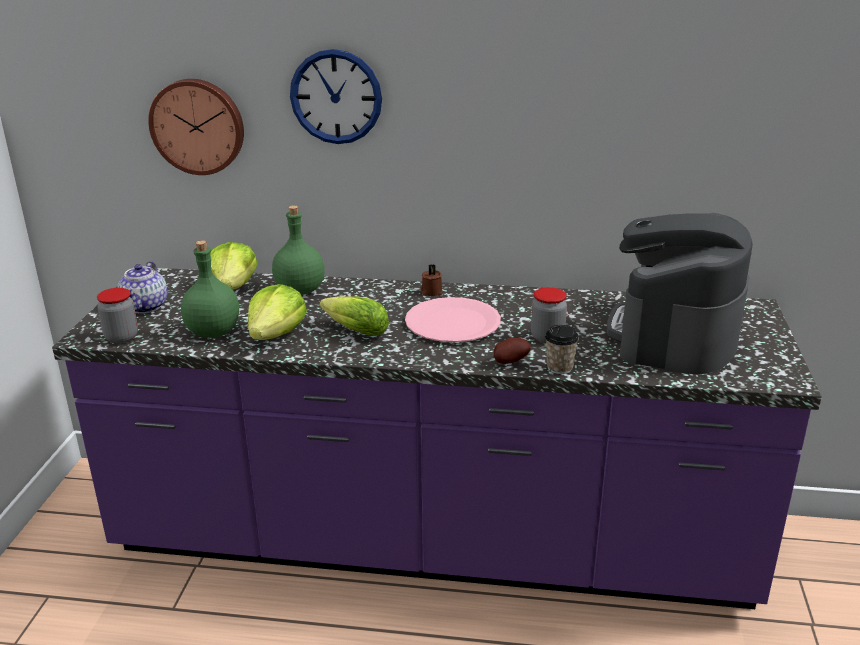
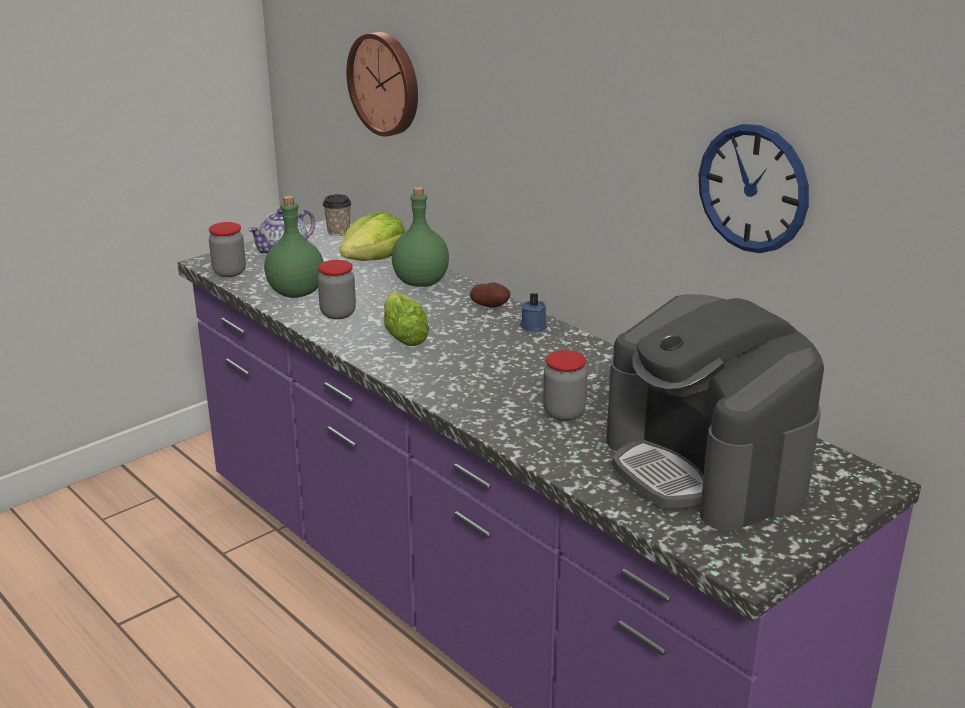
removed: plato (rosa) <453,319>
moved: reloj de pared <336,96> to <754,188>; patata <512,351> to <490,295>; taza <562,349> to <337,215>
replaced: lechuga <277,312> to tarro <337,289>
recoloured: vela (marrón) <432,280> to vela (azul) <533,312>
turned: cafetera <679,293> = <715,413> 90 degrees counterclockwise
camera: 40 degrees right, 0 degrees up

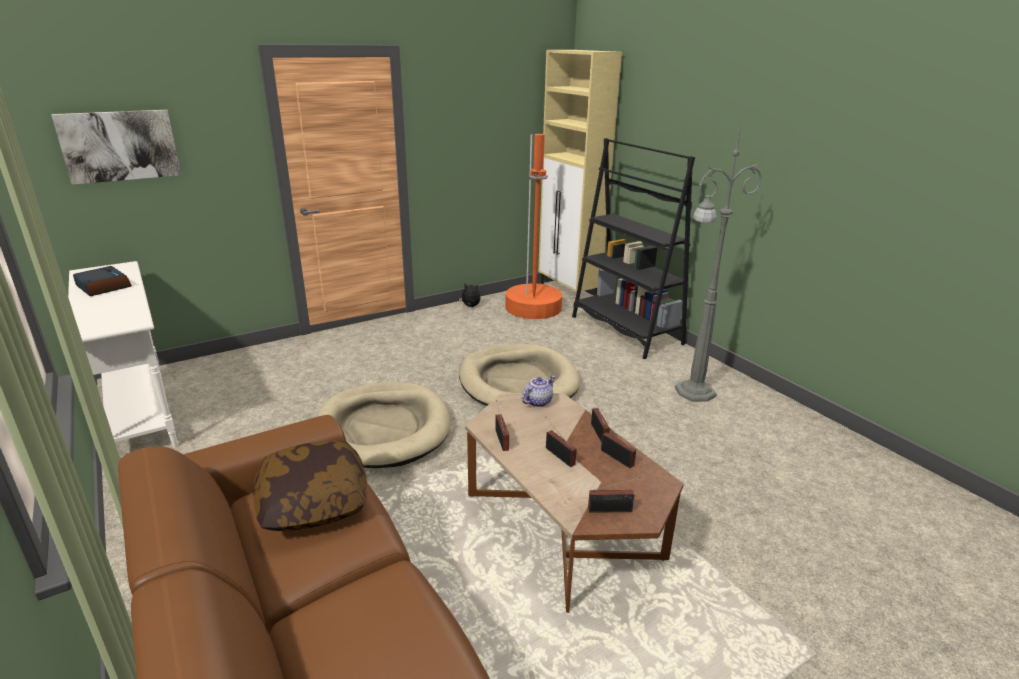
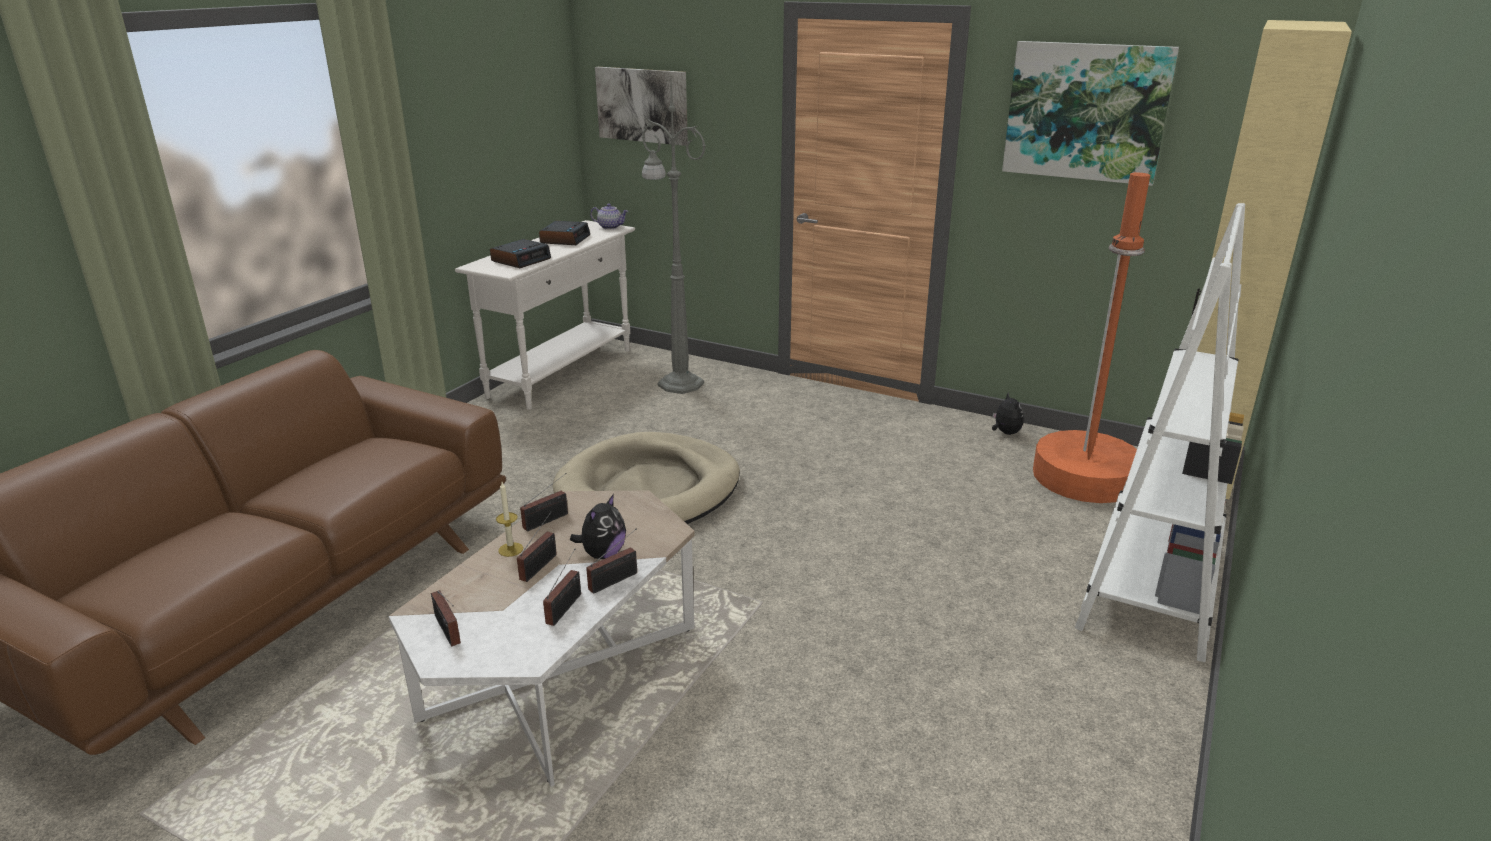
removed: cojín <310,486>; cama para perro (beis) <519,375>
added: despertador <520,253>; vela <509,519>; peluche <598,526>; cuadro <1090,113>
moved: tetera <539,391> to <609,216>; lámpara de pie (gris) <718,261> to <674,238>
recoloured: mesa de centro (marrón) <574,503> to mesa de centro (blanco) <542,638>; estantería (negro) <633,248> to estantería (blanco) <1160,432>
camera: 60 degrees right, 0 degrees up

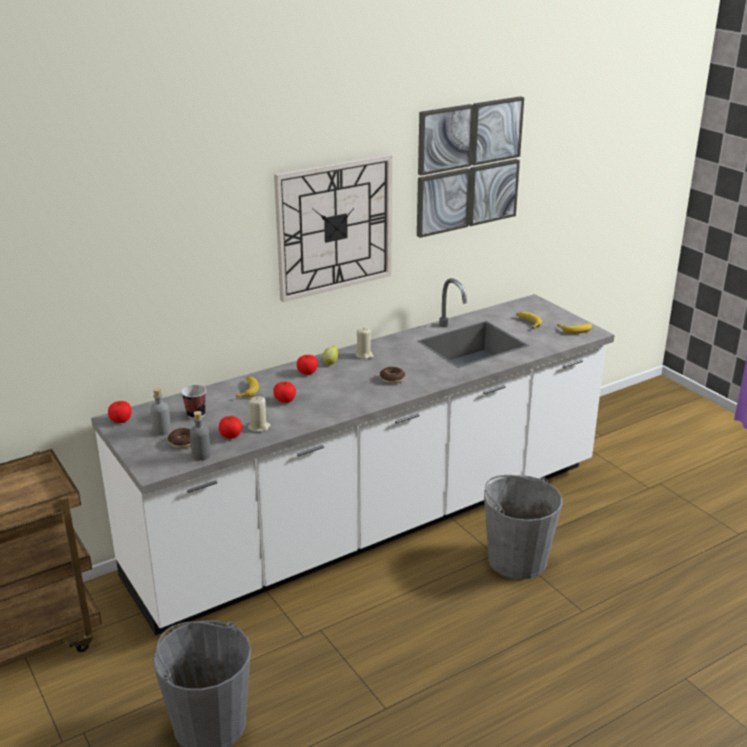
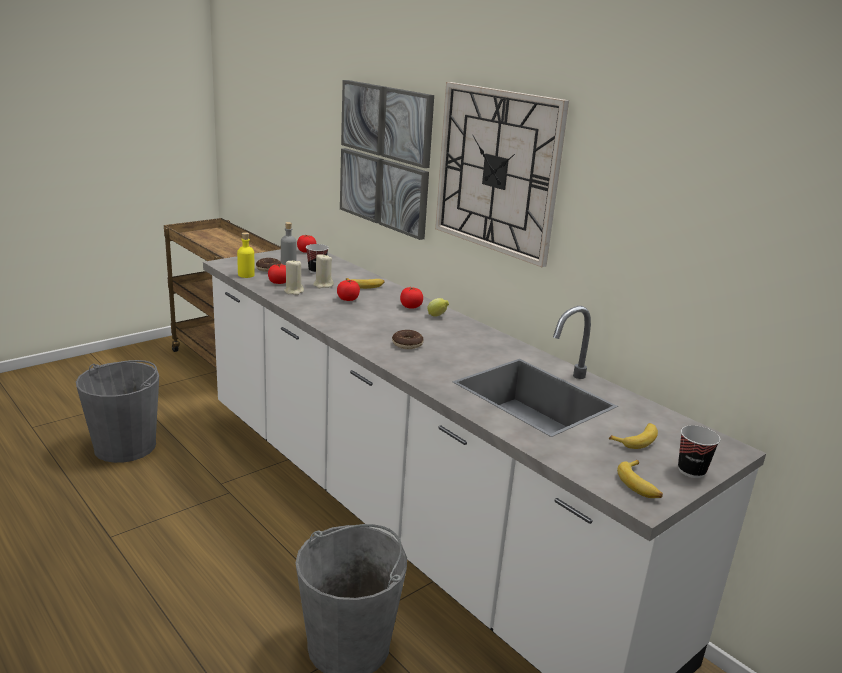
added: taza <699,451>
moved: vela (beis) <364,344> to <323,271>; cuadro <470,167> to <387,160>
recoloured: botella (gris) <200,435> to botella (amarillo) <246,255>
camera: 80 degrees right, 5 degrees down

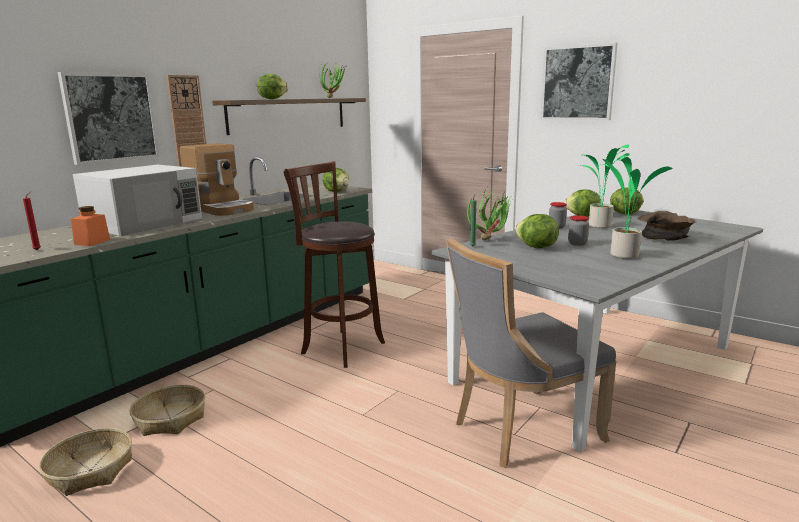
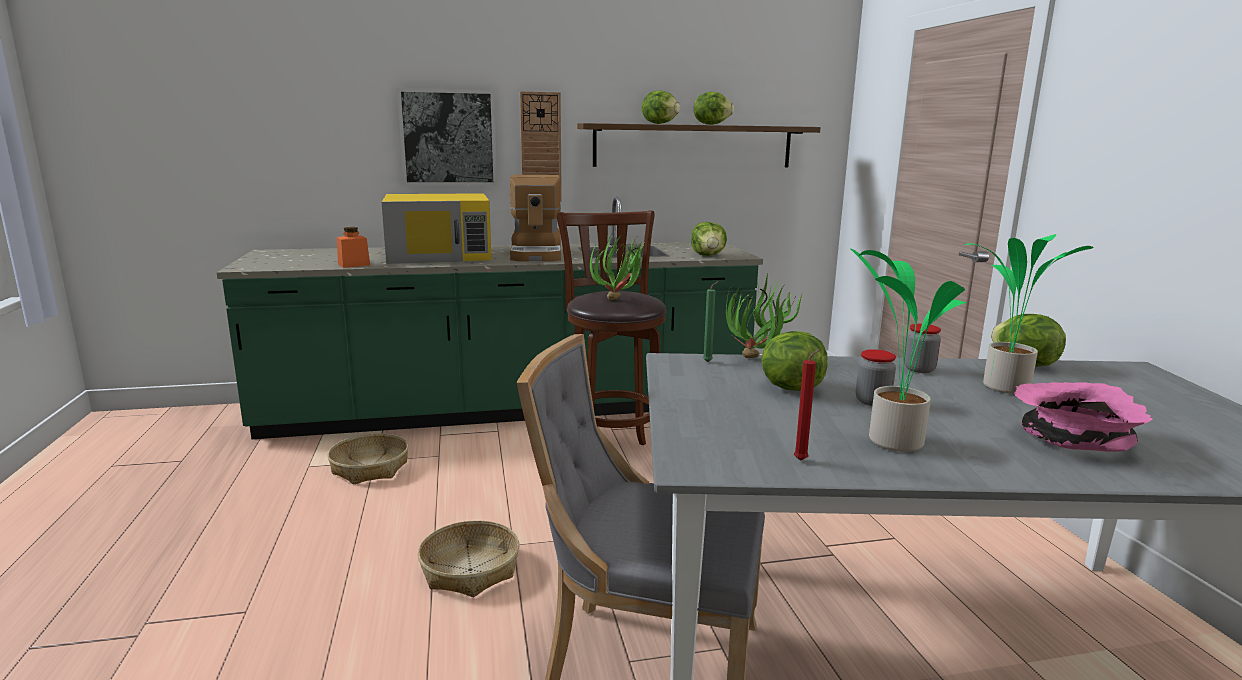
removed: cuadro <579,81>
moved: vela (rojo) <32,220> to <807,405>; cesta <85,462> to <468,558>; planta en maceta <332,81> to <618,266>; lechuga <627,200> to <714,108>
recoloured: microondas (blanco) <137,200> to microondas (amarillo) <436,228>; cuenco (marrón) <666,225> to cuenco (rosa) <1083,417>
camera: 40 degrees right, 0 degrees up

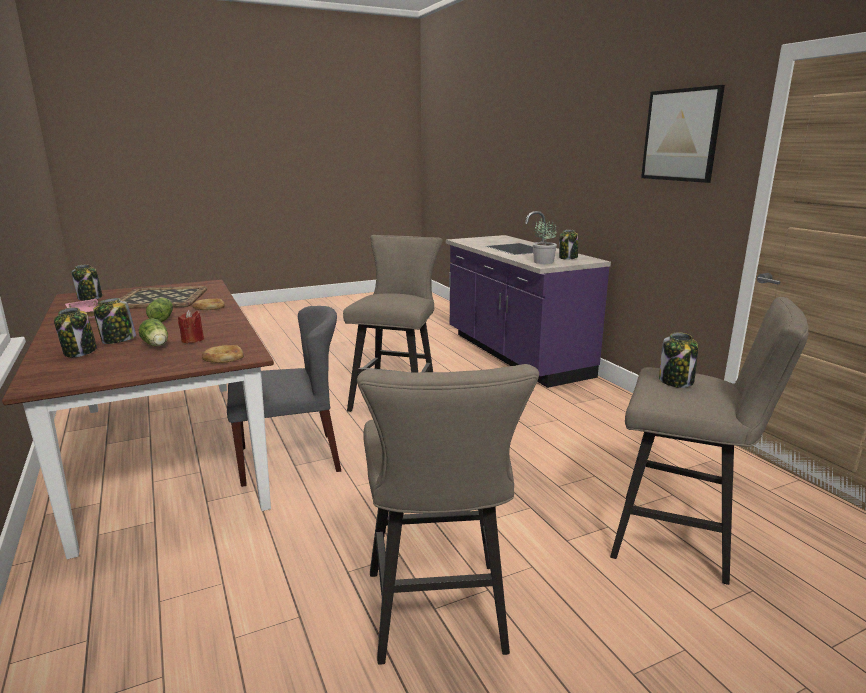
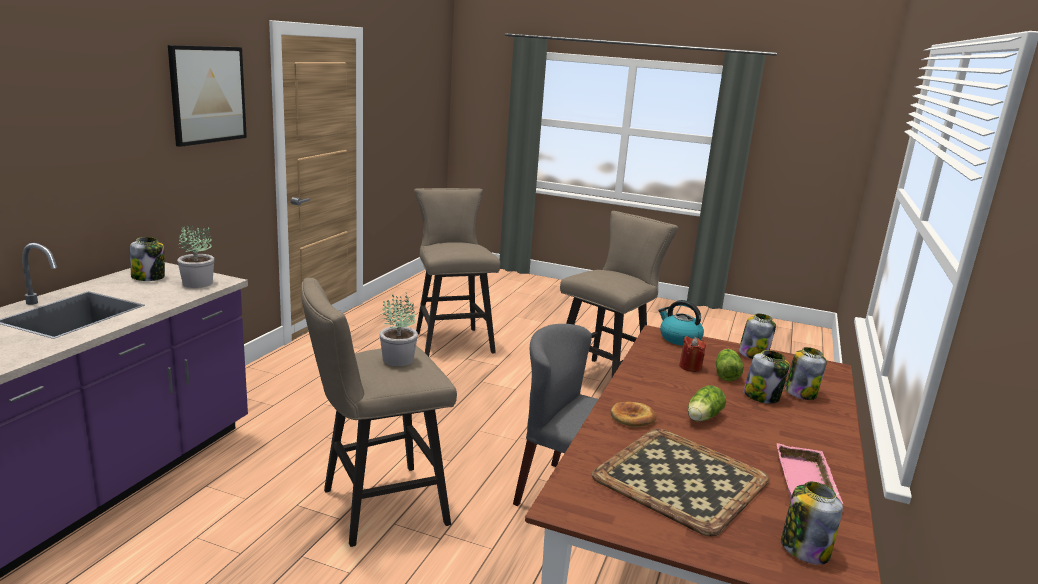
added: planta en maceta <399,329>
moved: tarro <678,360> to <757,336>
replaced: pan <223,354> to hervidor <681,323>
camera: 135 degrees left, 0 degrees up

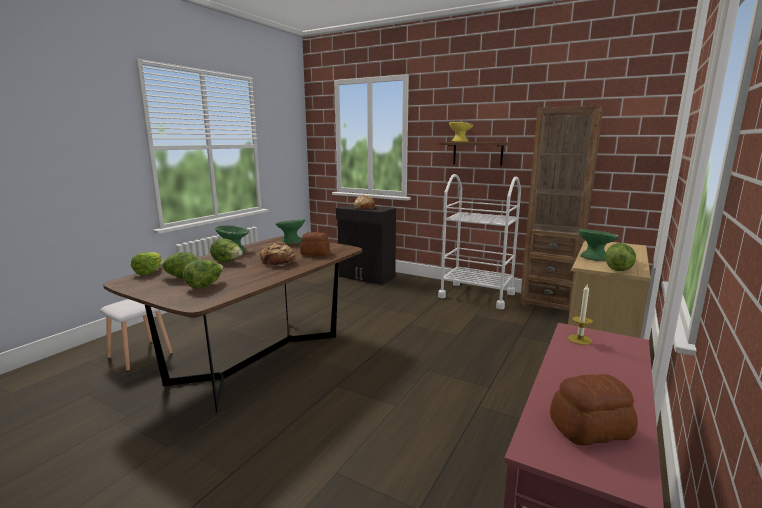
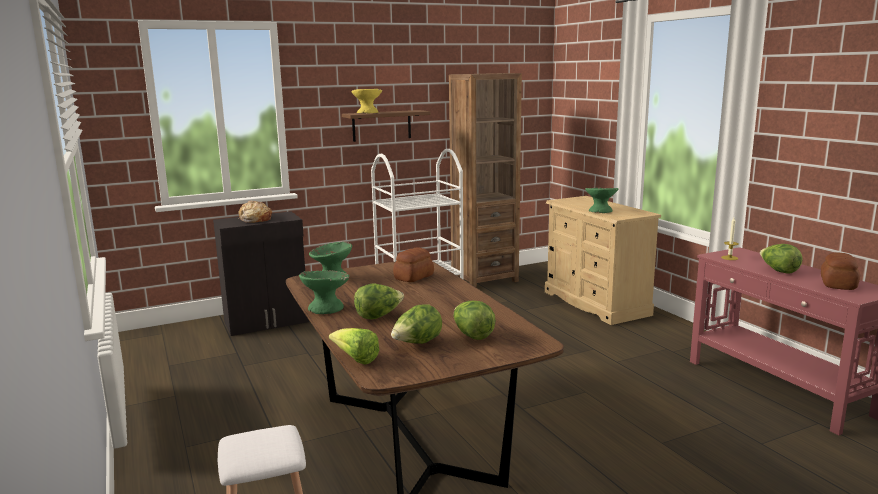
removed: pan <277,254>
moved: lechuga <621,257> to <781,259>
camera: 55 degrees left, 0 degrees up

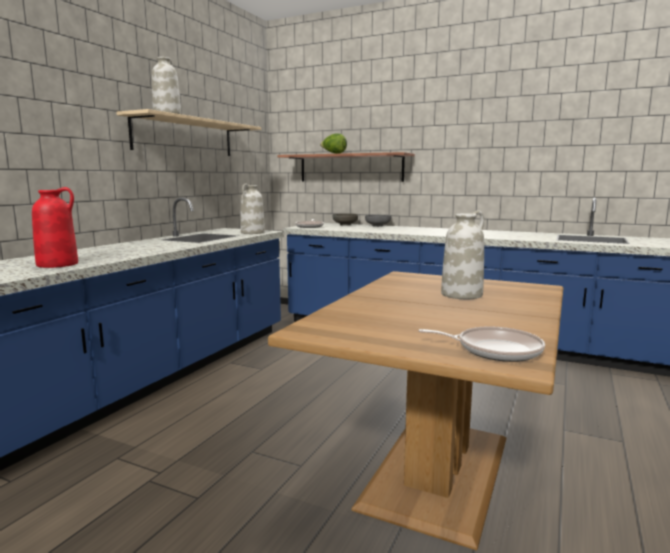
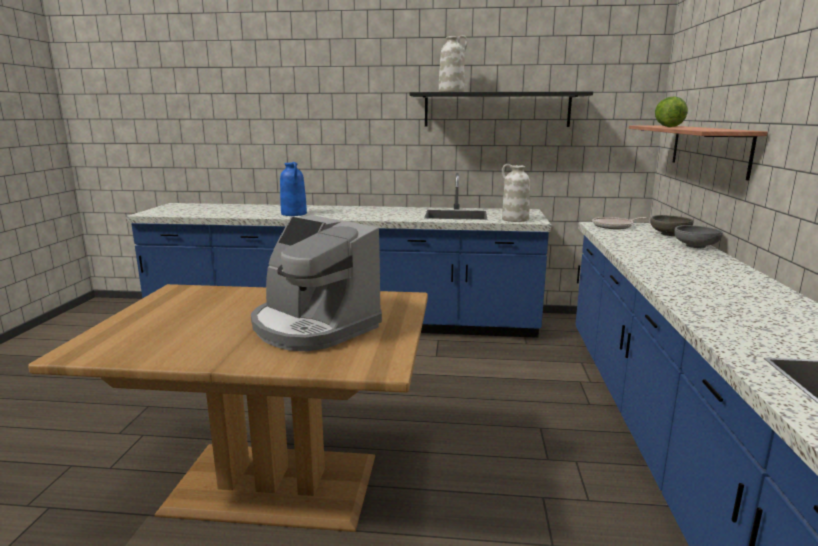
removed: sartén <481,344>
replaced: florero (blanco) <462,255> to cafetera <316,283>
recoloured: florero (rojo) <55,227> to florero (azul) <293,189>; estante (beis) <189,132> to estante (negro) <501,109>
camera: 70 degrees right, 5 degrees up

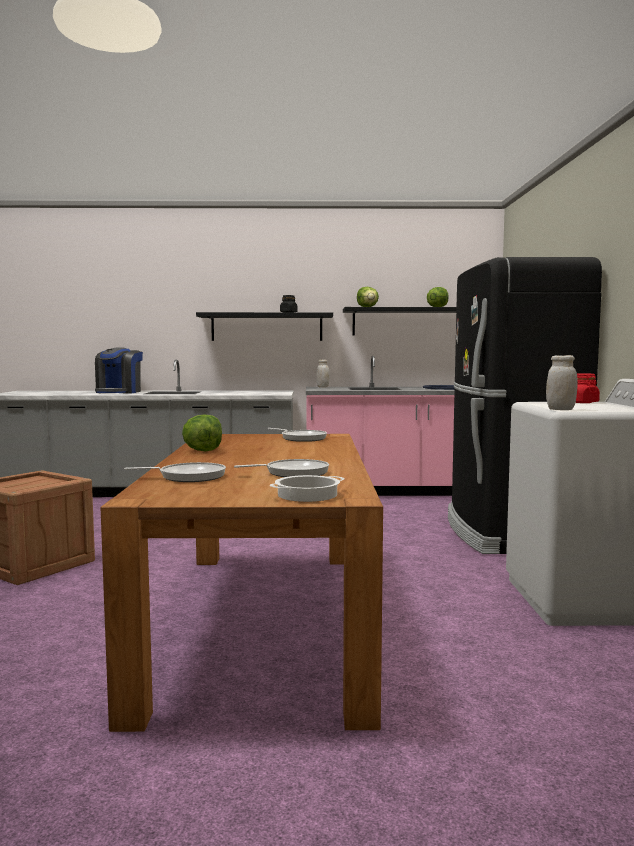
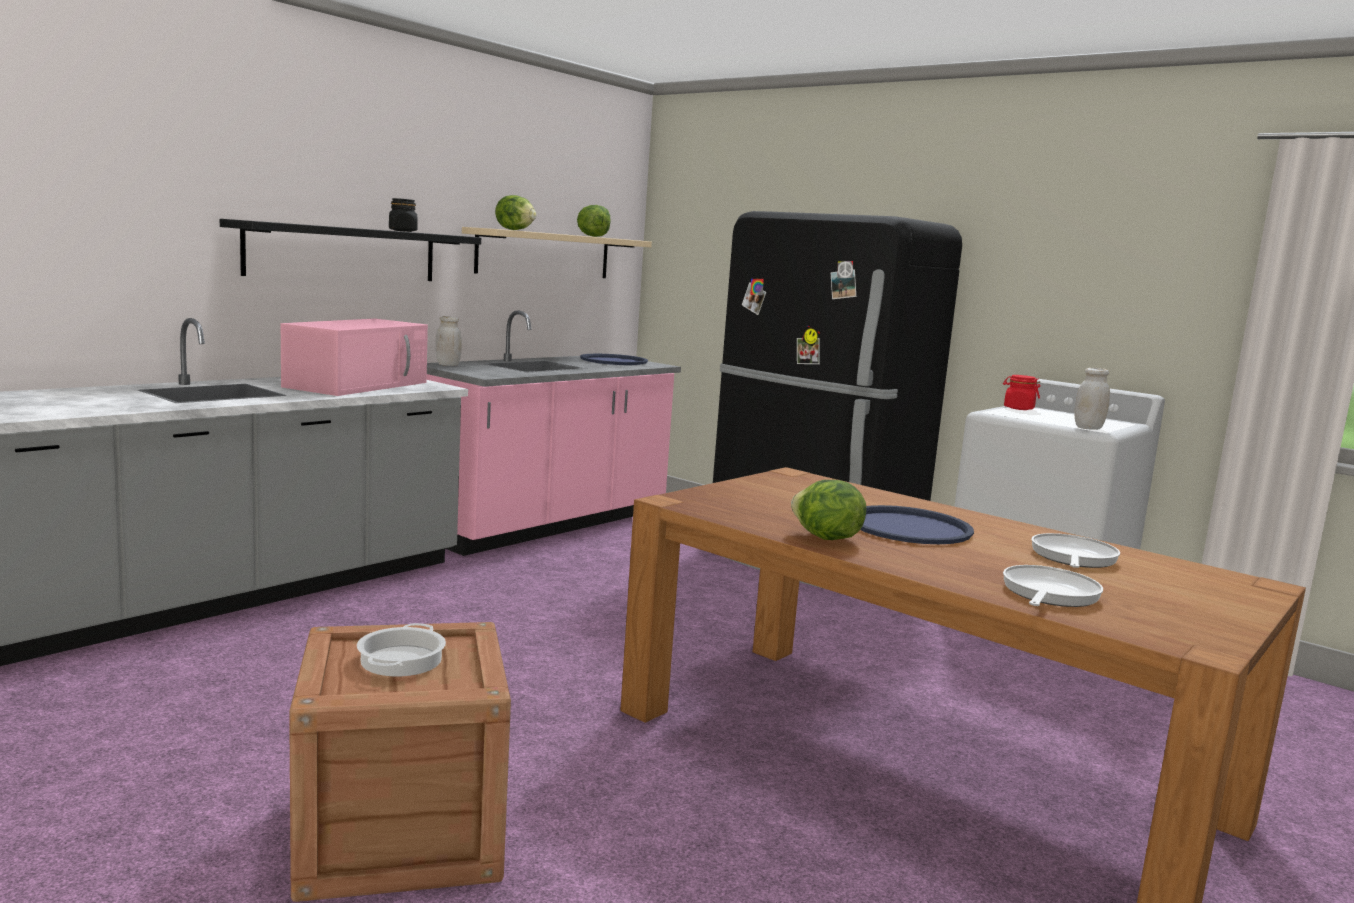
removed: cafetera <119,370>; sartén <297,435>
added: microondas (rosa) <354,357>; bandeja (azul) <917,524>
moved: olla <307,488> to <401,649>
recoloured: estante (negro) <400,321> to estante (beis) <557,252>
camera: 50 degrees left, 5 degrees up

